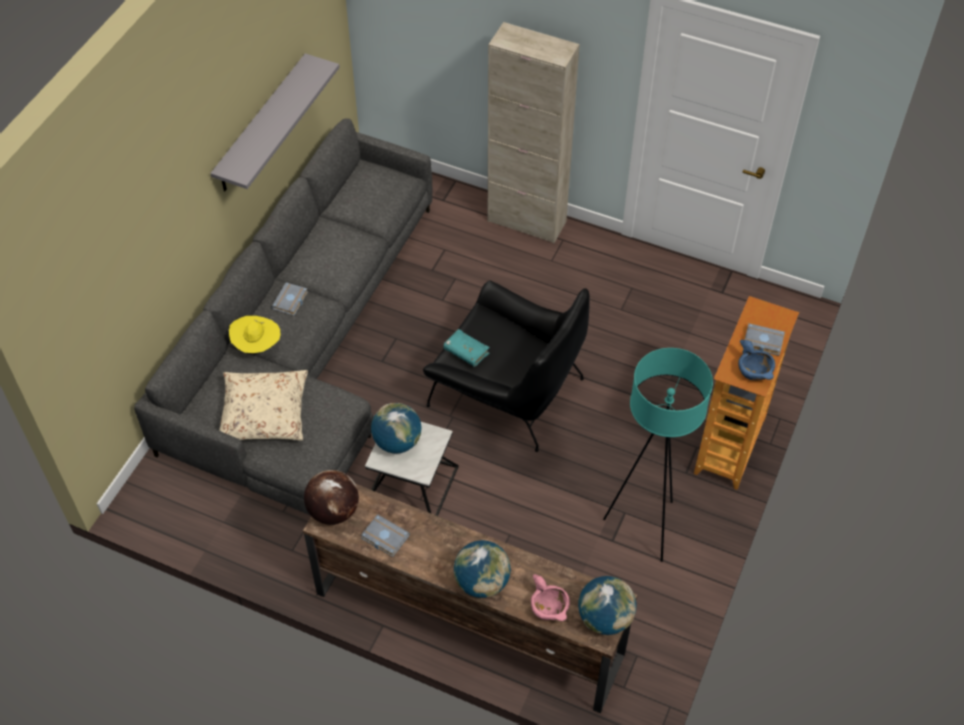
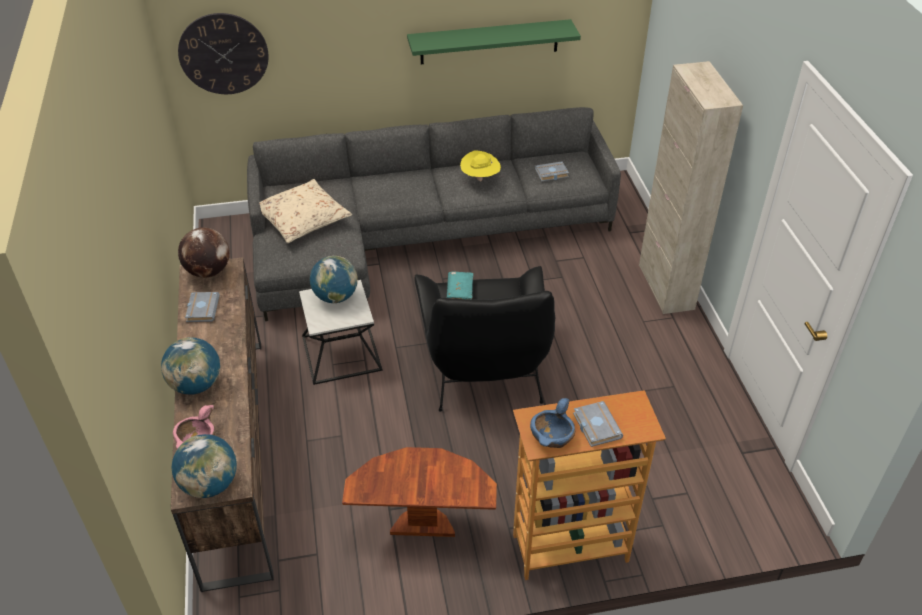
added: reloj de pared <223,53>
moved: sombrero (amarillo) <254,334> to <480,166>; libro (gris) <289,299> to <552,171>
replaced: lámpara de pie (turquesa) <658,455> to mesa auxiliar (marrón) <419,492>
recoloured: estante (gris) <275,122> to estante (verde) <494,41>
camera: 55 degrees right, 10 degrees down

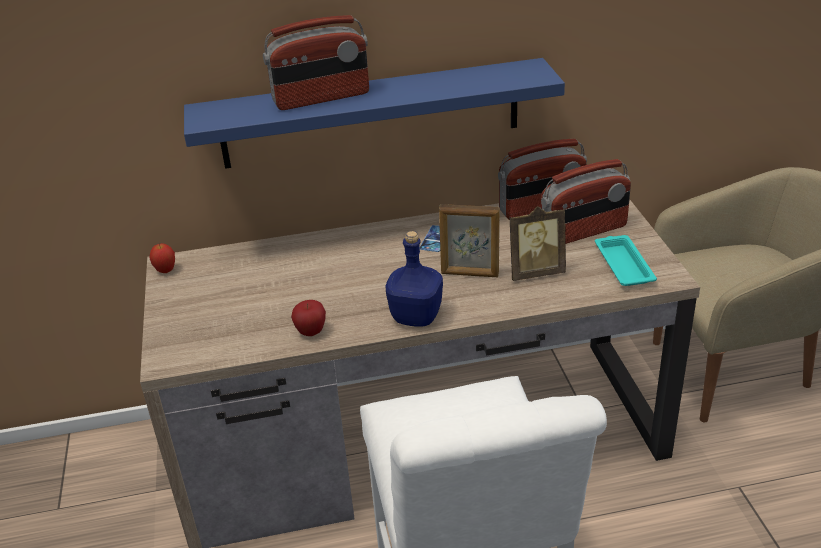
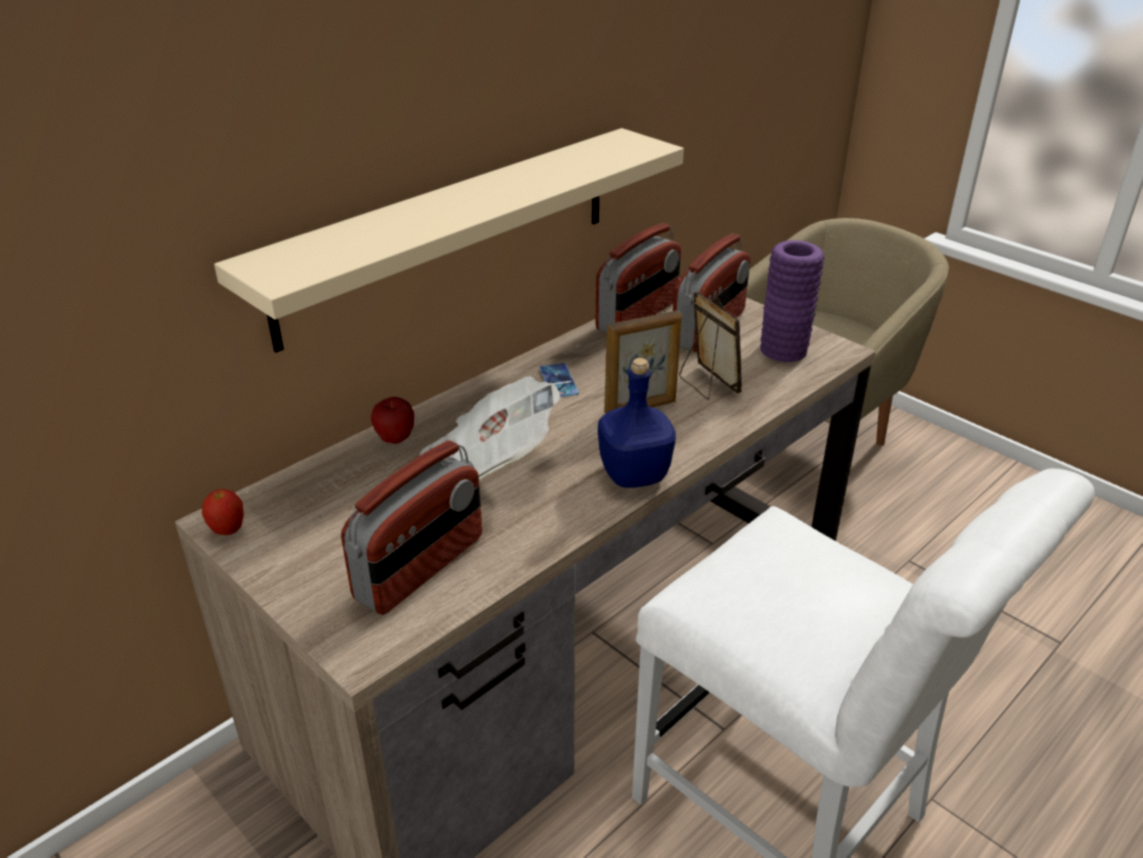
added: periódico <490,427>
moved: radio <316,62> to <411,527>; manzana <308,318> to <392,420>
replaced: bandeja (turquesa) <626,260> to florero (morado) <792,301>
recoloured: estante (azul) <374,113> to estante (beis) <449,240>
turned: portarretratos <537,243> = <710,346> 75 degrees counterclockwise
camera: 35 degrees left, 0 degrees up

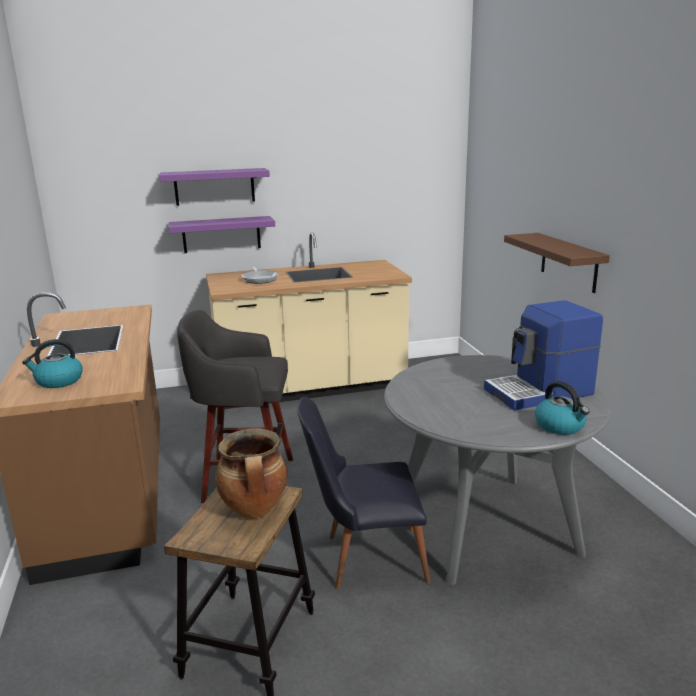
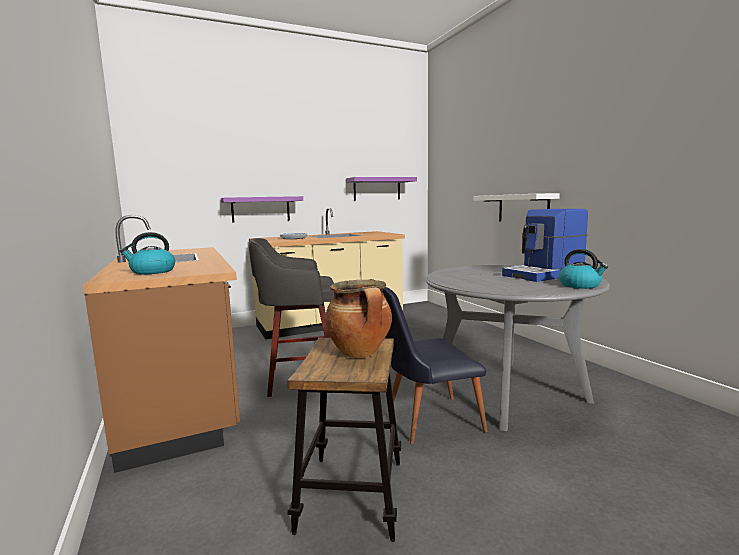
moved: estante (morado) <214,187> to <381,189>
recoloured: estante (marrón) <557,263> to estante (blanco) <516,207>
camera: 10 degrees left, 10 degrees down

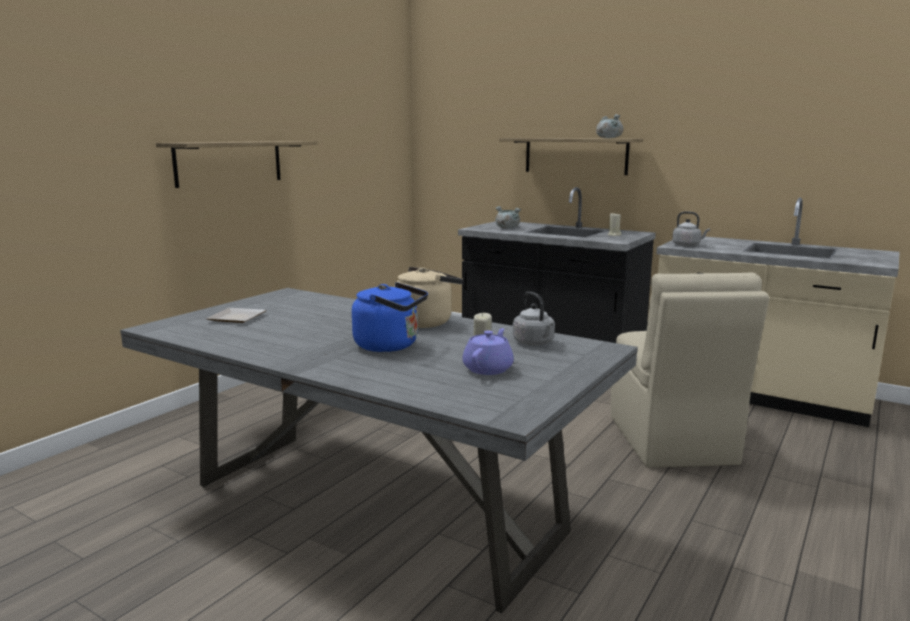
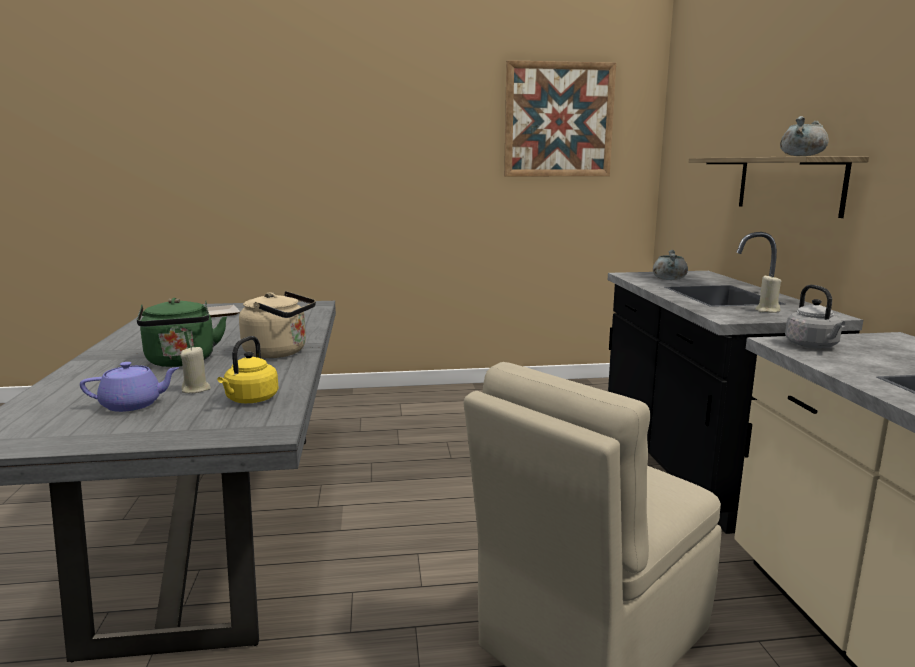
removed: estante <237,164>
added: cuadro <560,118>
recoloured: hervidor (azul) <390,317> to hervidor (verde) <182,332>; hervidor (gris) <534,318> to hervidor (amarillo) <248,369>
camera: 50 degrees right, 0 degrees up

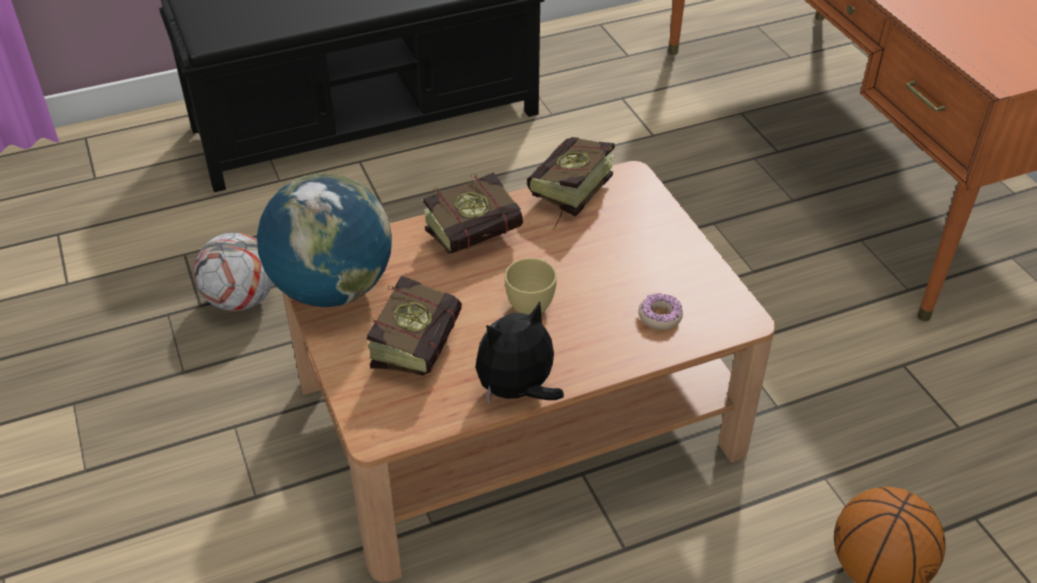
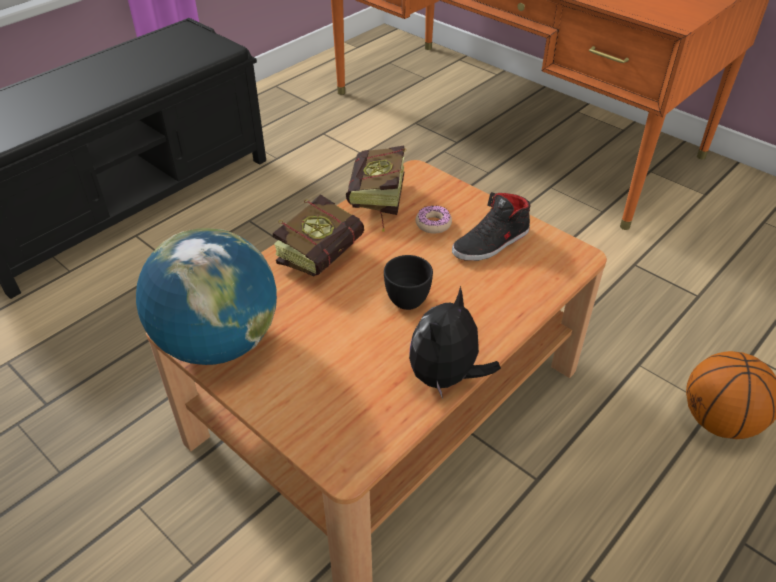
removed: balón de fútbol <233,271>; libro <414,326>
added: zapato (negro) <491,226>
moved: rosquilla <660,311> to <434,219>
recoloured: taza (amarillo) <531,286> to taza (negro) <408,282>
camera: 25 degrees left, 0 degrees up

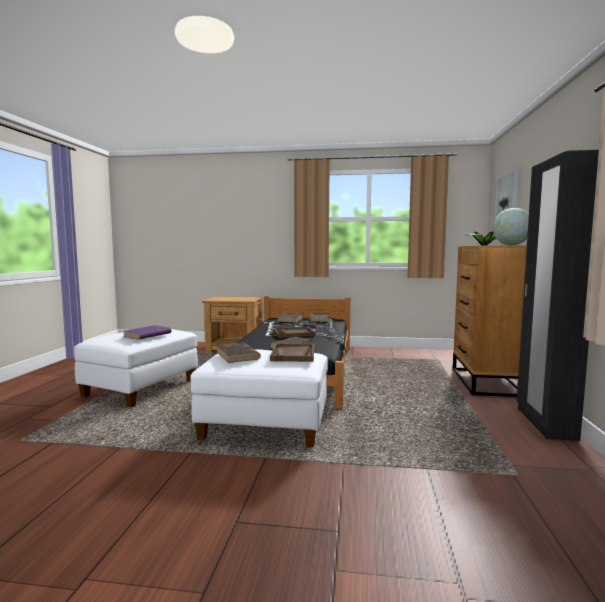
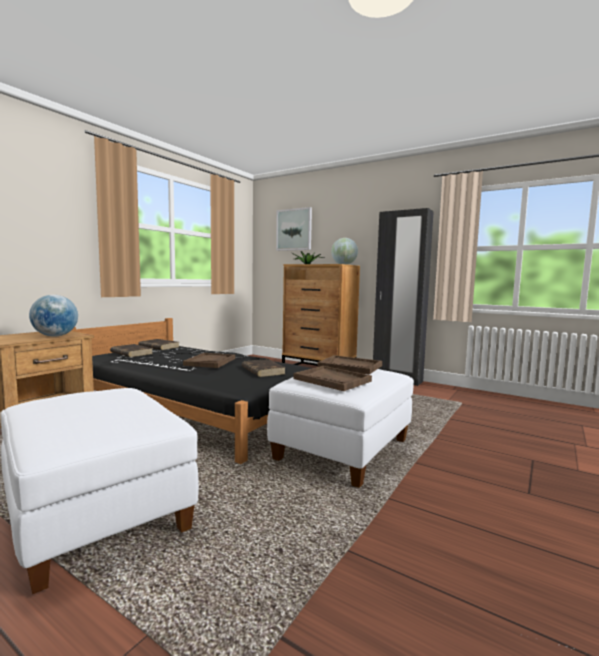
removed: libro (morado) <147,332>
added: globo terráqueo <53,316>
replaced: libro (marrón) <238,353> to bandeja (marrón) <333,378>
camera: 65 degrees left, 0 degrees up

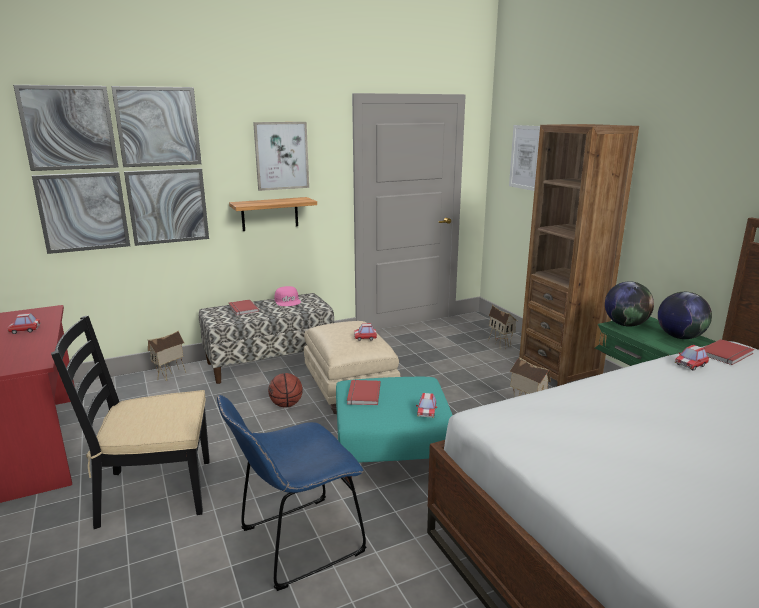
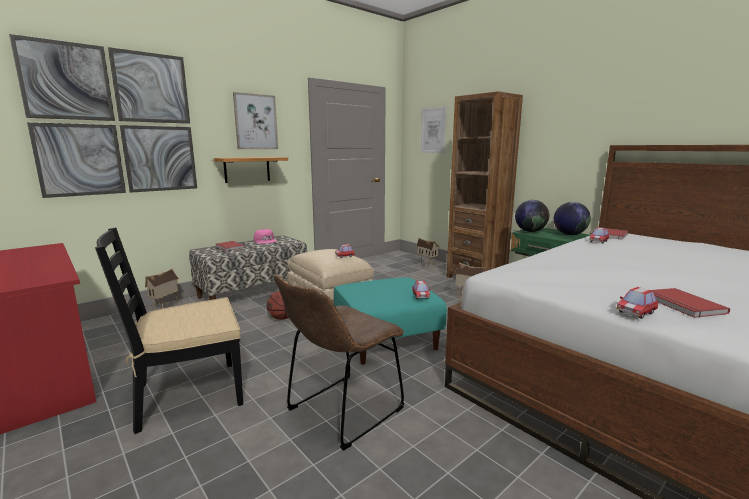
moved: coche de juguete <23,323> to <637,303>; libro (rojo) <364,392> to <691,303>
recoloured: silla (azul) <291,493> to silla (marrón) <339,362>
camera: 15 degrees left, 5 degrees down

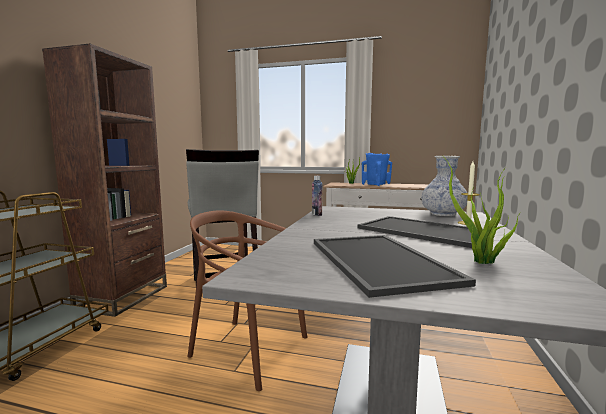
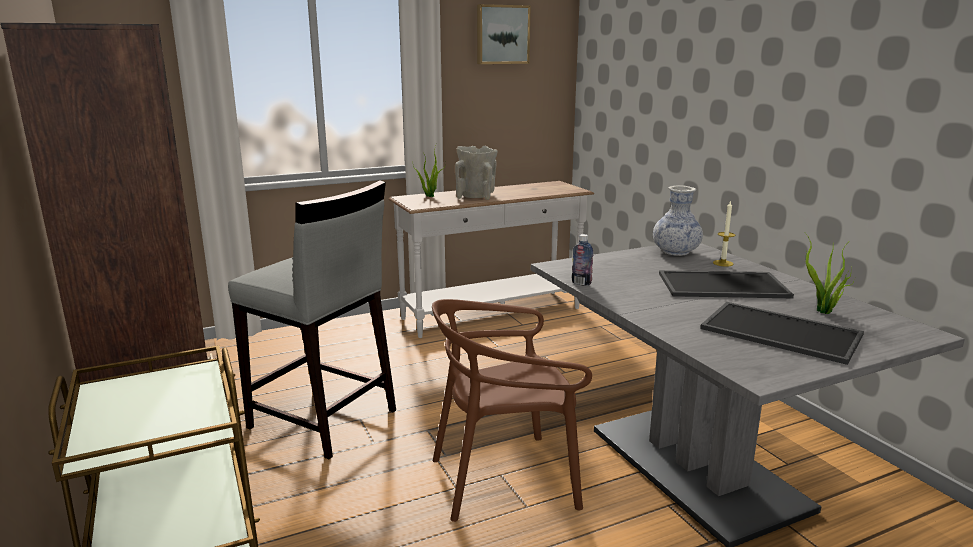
added: cuadro <504,34>
recoloured: florero (azul) <377,169> to florero (beis) <476,173>
camera: 40 degrees left, 10 degrees up

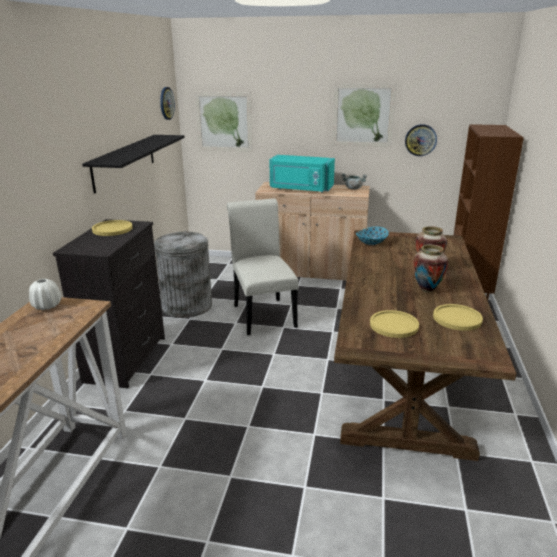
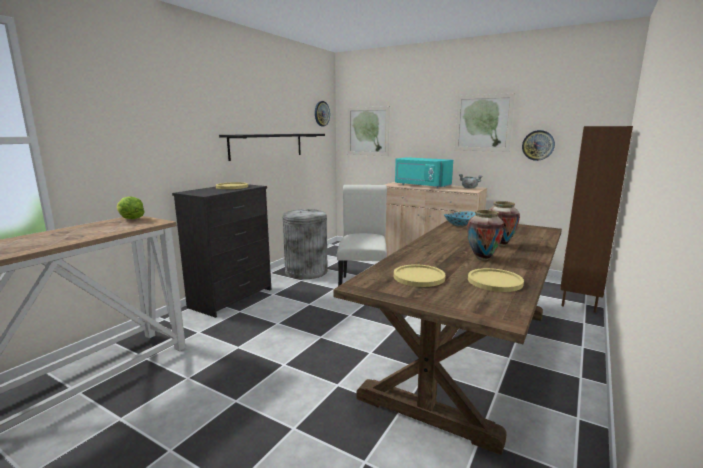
replaced: florero (blanco) <45,294> to lechuga <131,207>
camera: 20 degrees right, 10 degrees down

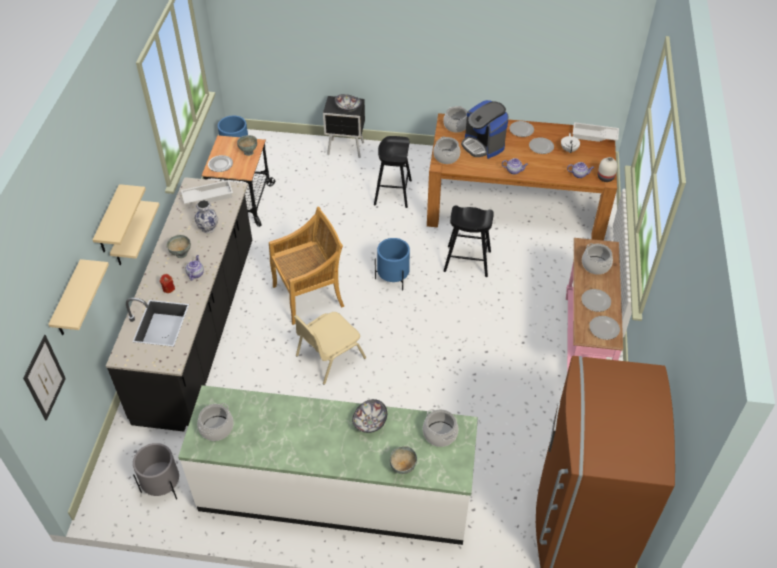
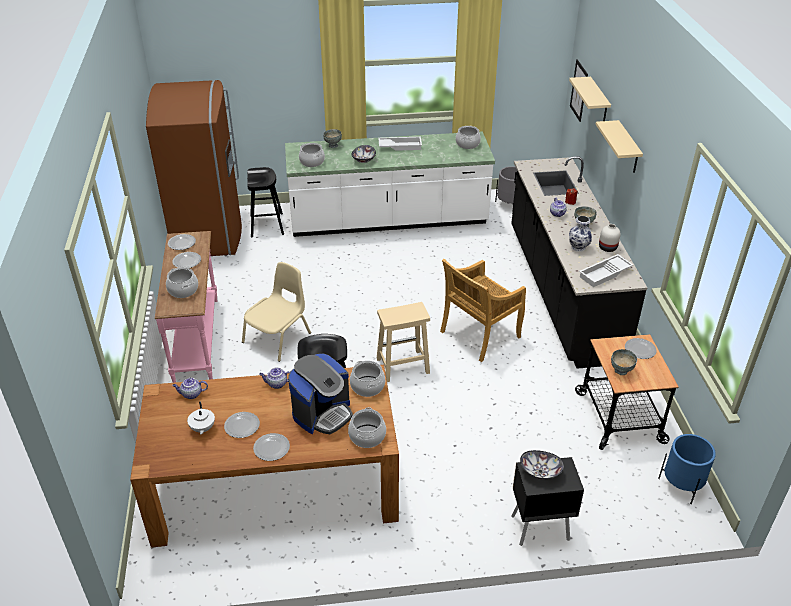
removed: estante (beis) <135,233>
moved: silla (beis) <330,348> to <276,312>; taburete (negro) <393,172> to <265,202>; bandeja (blanco) <596,132> to <400,144>; florero (blanco) <608,169> to <609,238>
replaced: maceta (azul) <392,264> to taburete (beis) <403,342>
turned: cafetera <485,129> = <320,394> 90 degrees clockwise
camera: 165 degrees right, 10 degrees down

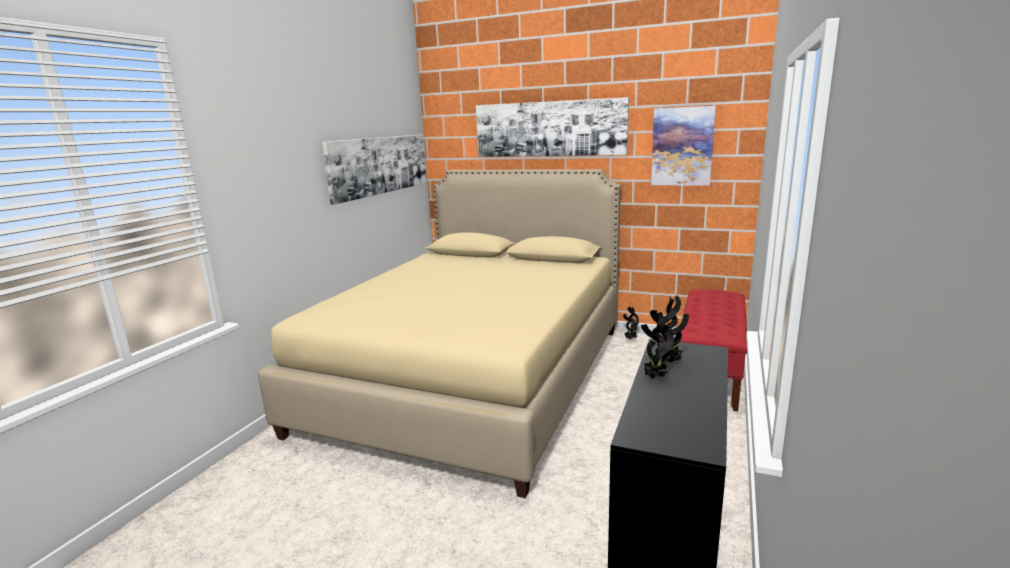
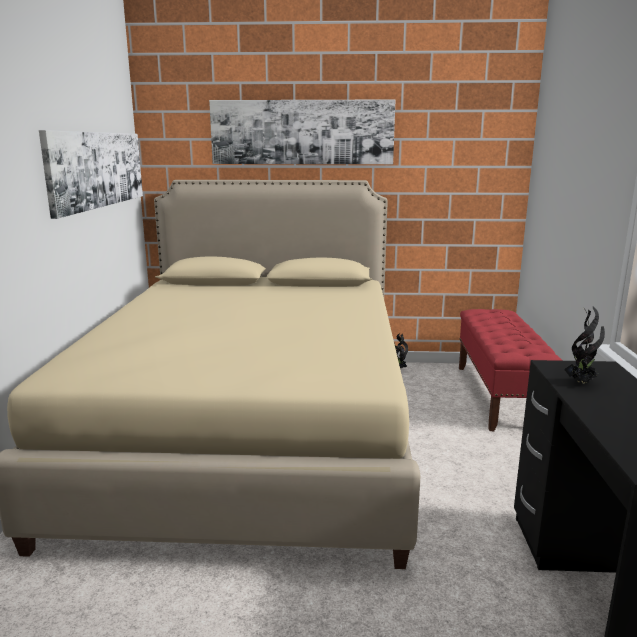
removed: planta en maceta <657,344>; cuadro <683,146>
camera: 20 degrees left, 0 degrees up

